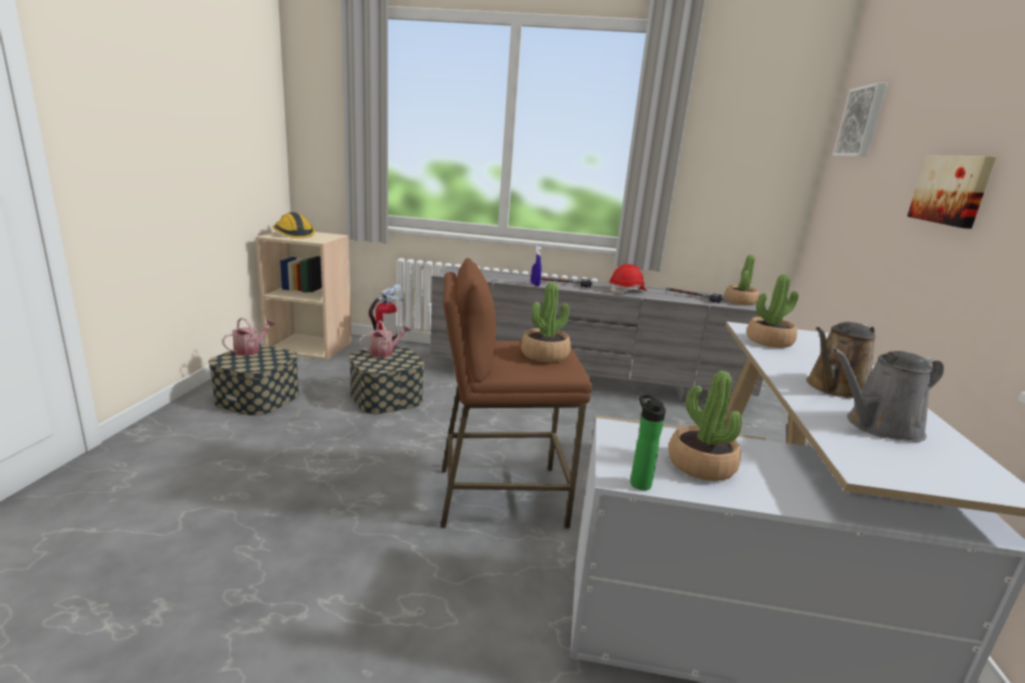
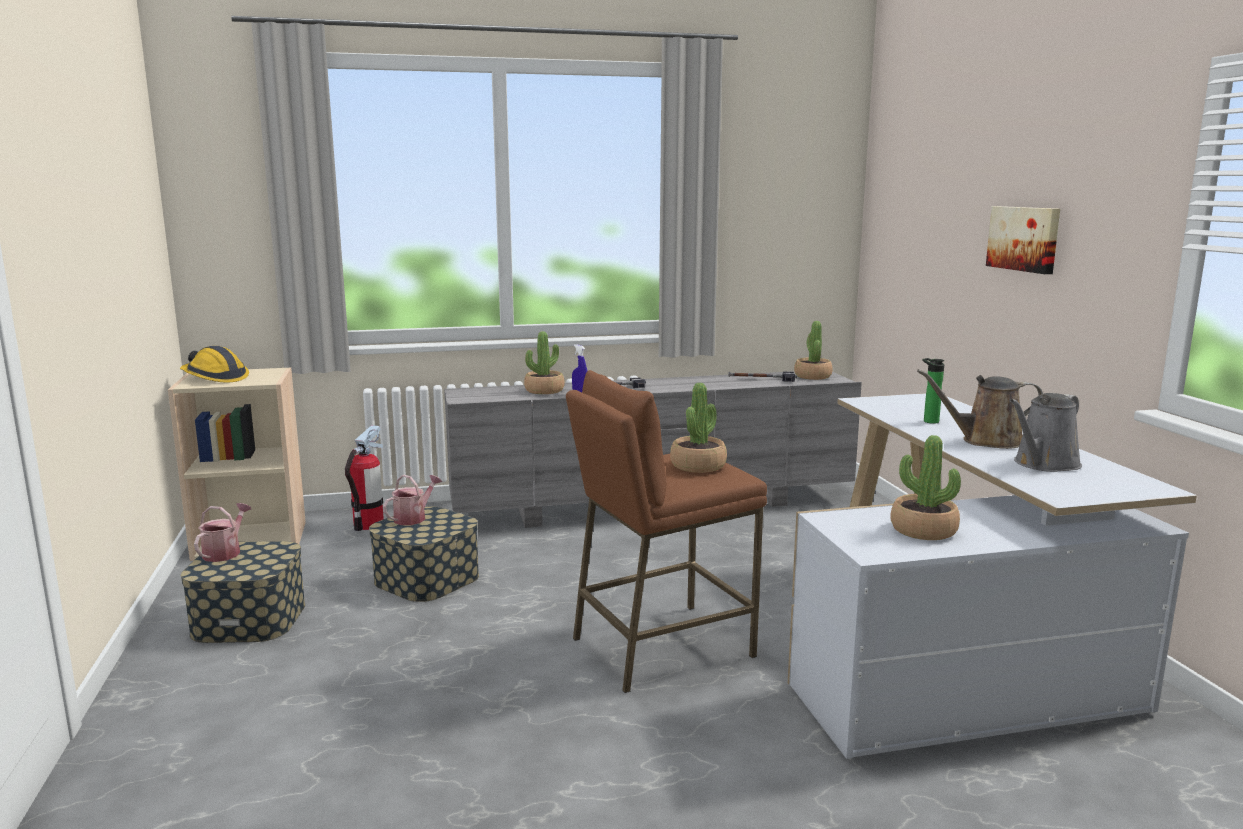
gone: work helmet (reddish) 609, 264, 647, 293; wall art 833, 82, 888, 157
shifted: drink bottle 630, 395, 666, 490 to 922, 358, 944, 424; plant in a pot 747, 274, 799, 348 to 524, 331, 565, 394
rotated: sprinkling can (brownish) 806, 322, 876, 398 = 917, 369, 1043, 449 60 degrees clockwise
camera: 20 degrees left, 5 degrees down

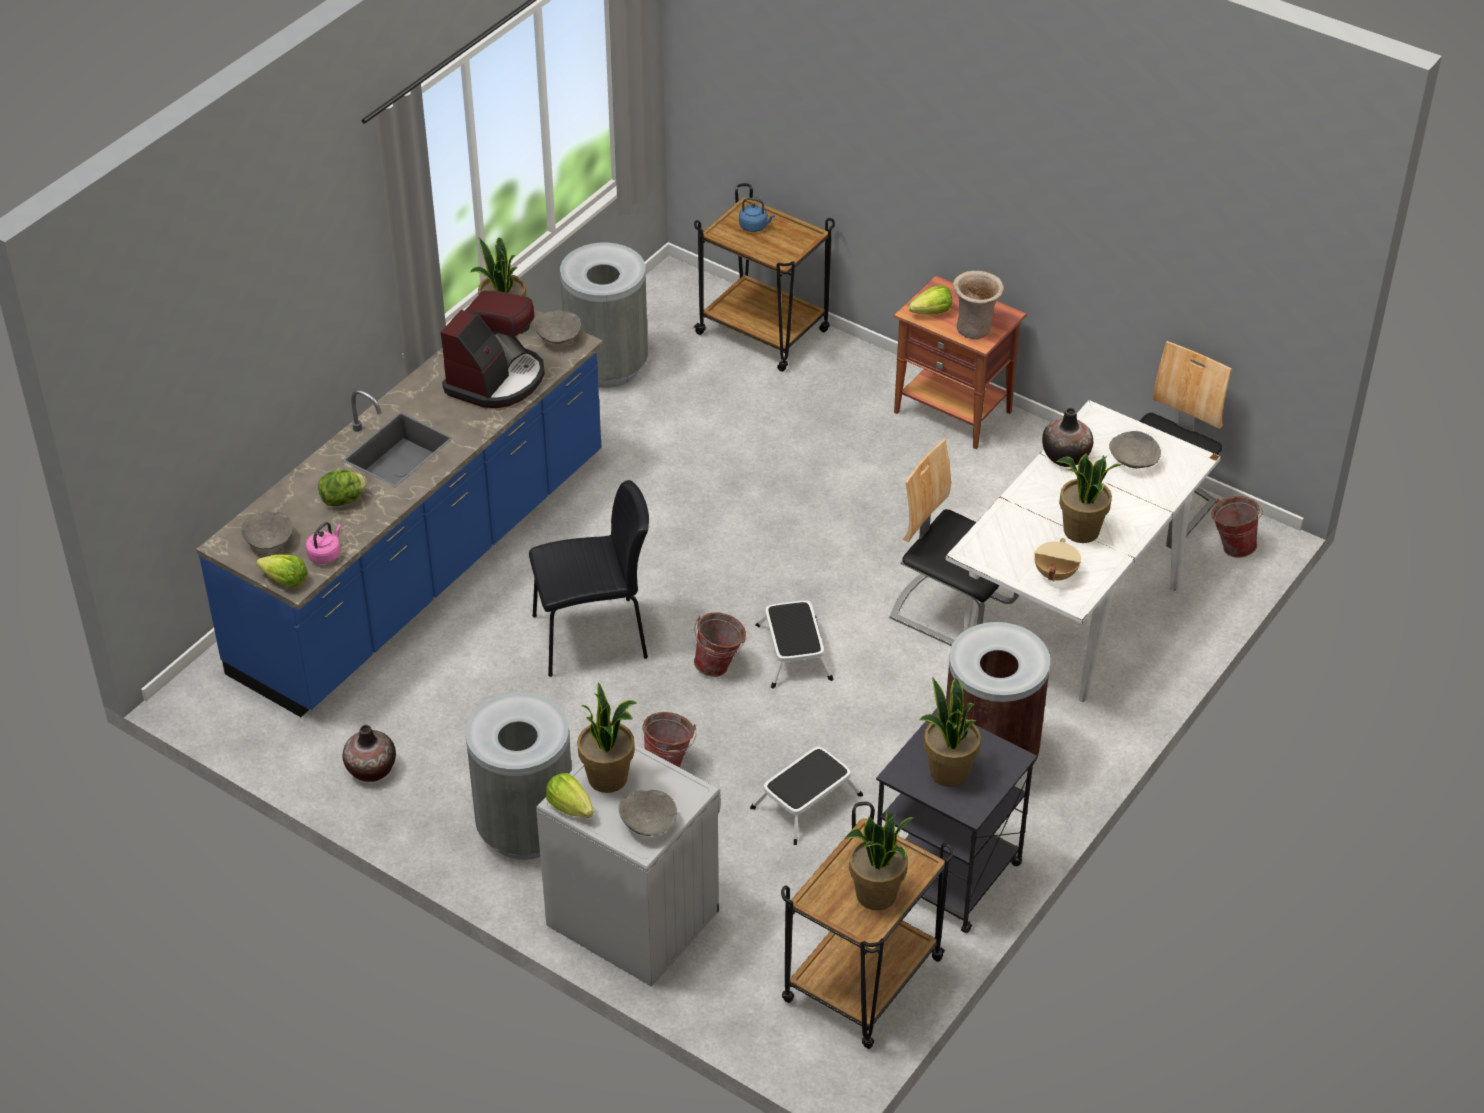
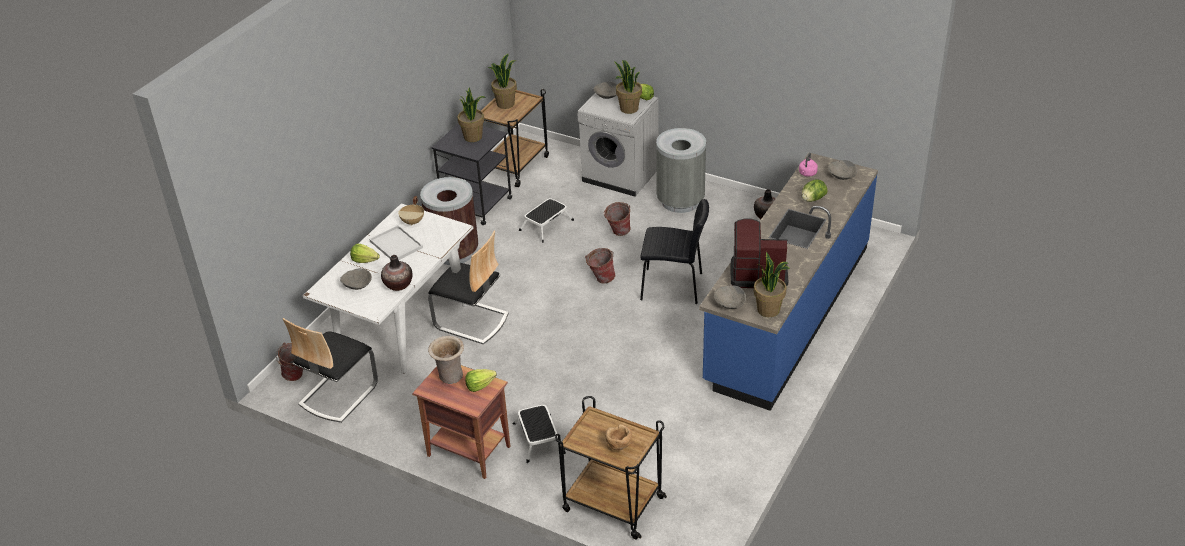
gone: trash can (grey) 560, 243, 648, 388
shifted: head of lettuce 256, 555, 307, 587 to 350, 244, 380, 263; step ladder (blackish) 755, 601, 834, 689 to 513, 405, 566, 463
swapped: tea kettle (blue-coloured) 739, 198, 775, 232 to deep dish (brownish) 605, 424, 632, 450; plant in a pot 1056, 453, 1123, 543 to tray (white-coloured) 369, 225, 423, 260
rotated: coffee maker 441, 291, 545, 408 = 731, 218, 788, 288 75 degrees clockwise; upright chair (blackish) 529, 480, 649, 677 = 640, 199, 709, 304 150 degrees counterclockwise
camera: 175 degrees right, 5 degrees down

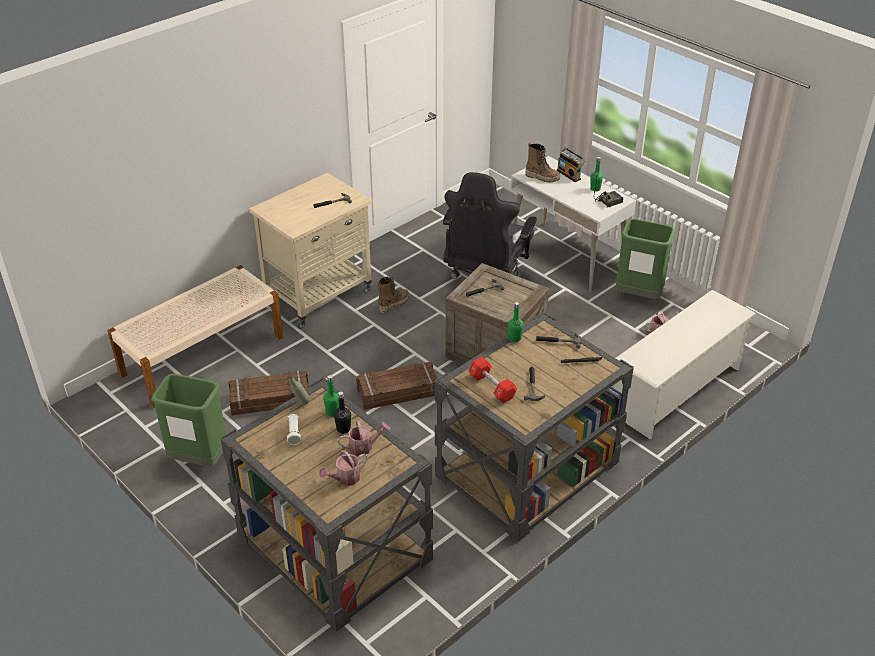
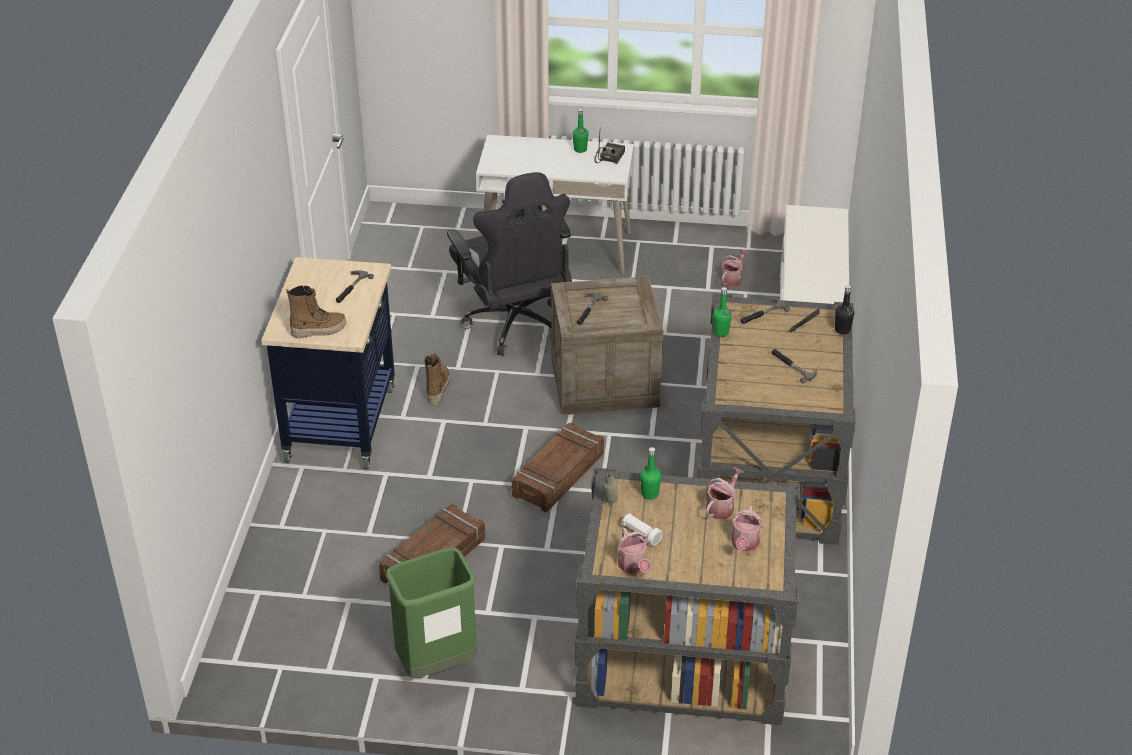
gone: indoor bench (sand-coloured) 107, 265, 283, 408; hand weight (reddish) 468, 357, 517, 403; radio receiver 557, 147, 586, 182; trash can (greenish) 616, 219, 675, 299
new: sprinkling can 617, 528, 651, 574
shifted: drink bottle (blackish) 334, 392, 351, 434 to 835, 285, 854, 334; boot 525, 142, 560, 183 to 286, 285, 346, 338
repainted: wheeled cart (sand-coloured) 249, 173, 372, 329 to wheeled cart (blue-coloured) 261, 257, 395, 470
camera: 40 degrees left, 0 degrees up

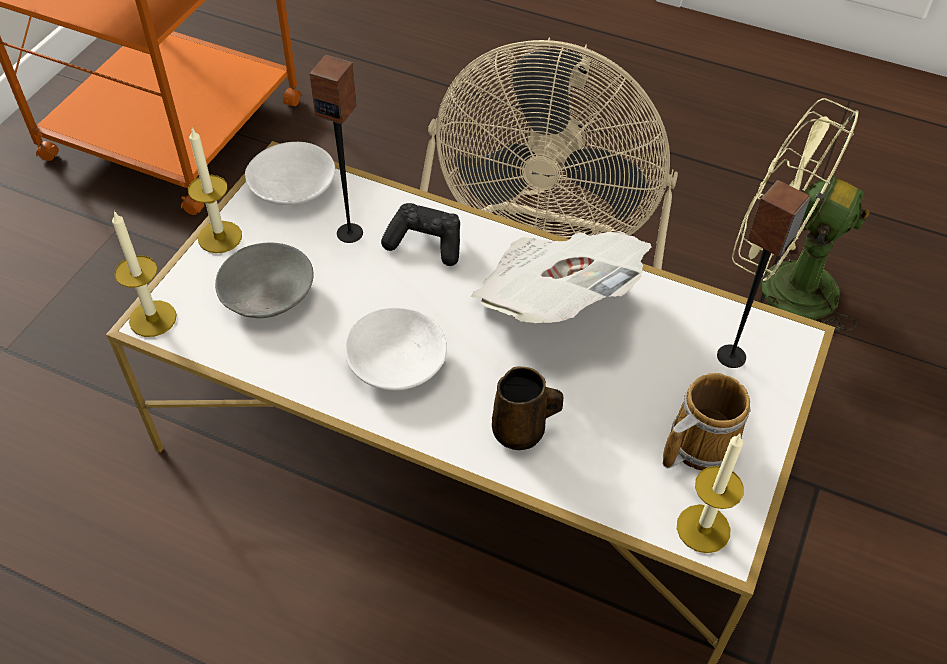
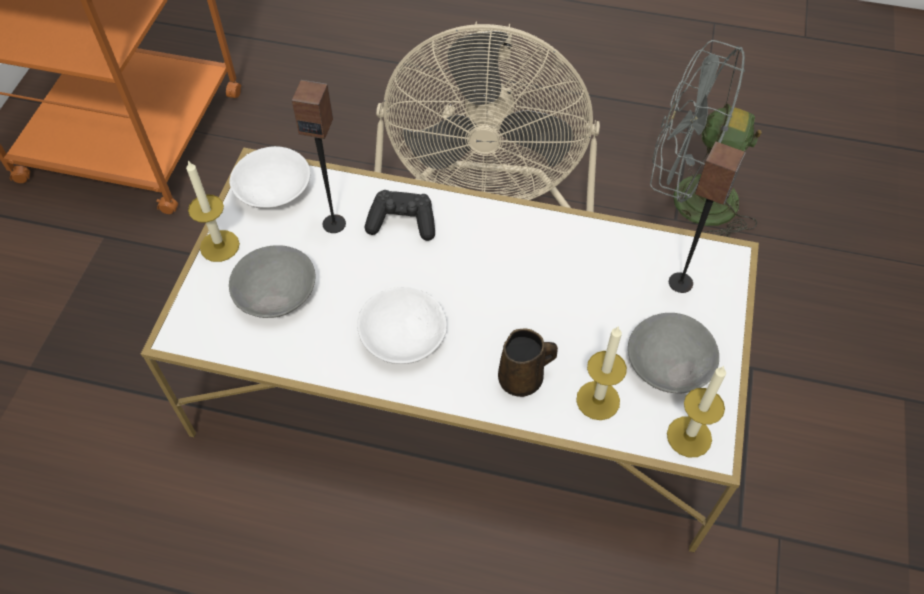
gone: newspaper 471, 231, 651, 323
shifted: candle 112, 210, 177, 337 to 576, 326, 627, 420
swapped: mug 663, 373, 751, 470 to deep dish (grey) 628, 313, 719, 394
repainted: electric fan (greenish) 732, 98, 870, 331 to electric fan (grey) 650, 40, 762, 237
camera: 10 degrees left, 5 degrees up

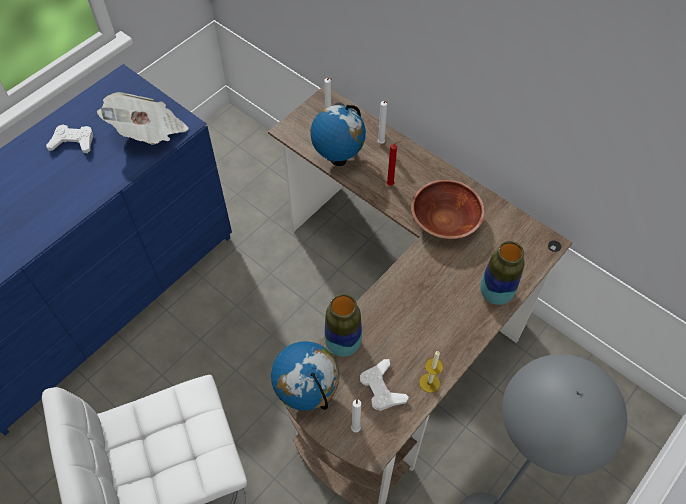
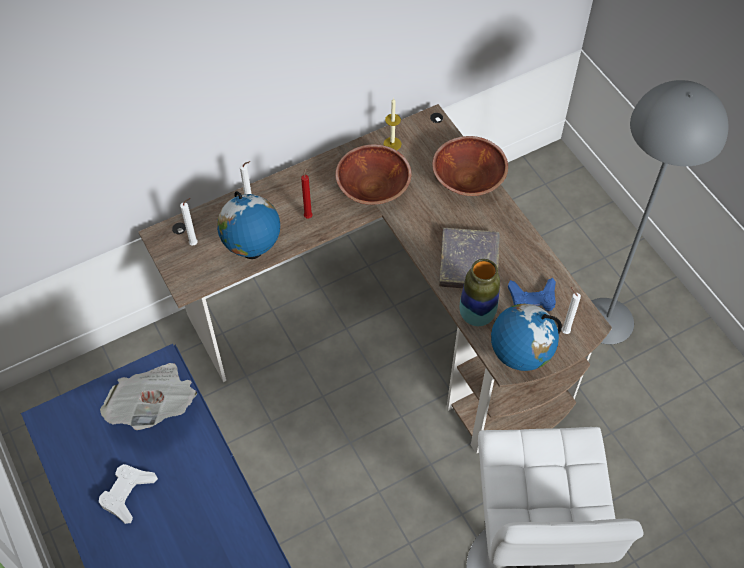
new: volume (grey) 439, 228, 500, 288
shifted: candle 420, 351, 443, 393 to 383, 98, 401, 150
swapped: vase 480, 241, 525, 305 to deep dish (brownish) 432, 136, 508, 196
repainted: joypad (white-coloured) 360, 359, 409, 411 to joypad (blue-coloured) 508, 278, 556, 311
camera: 70 degrees left, 0 degrees up

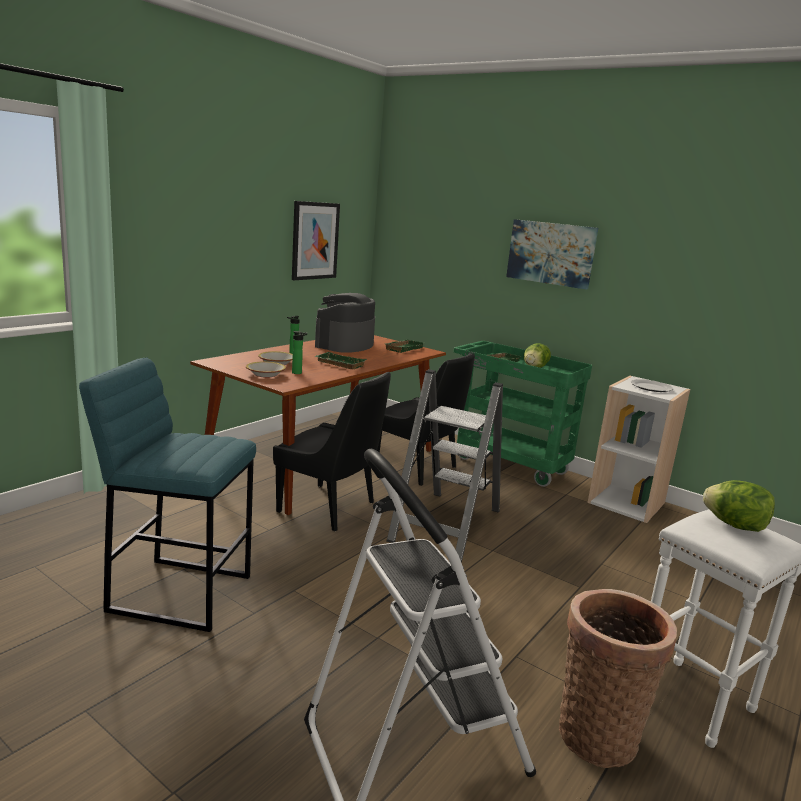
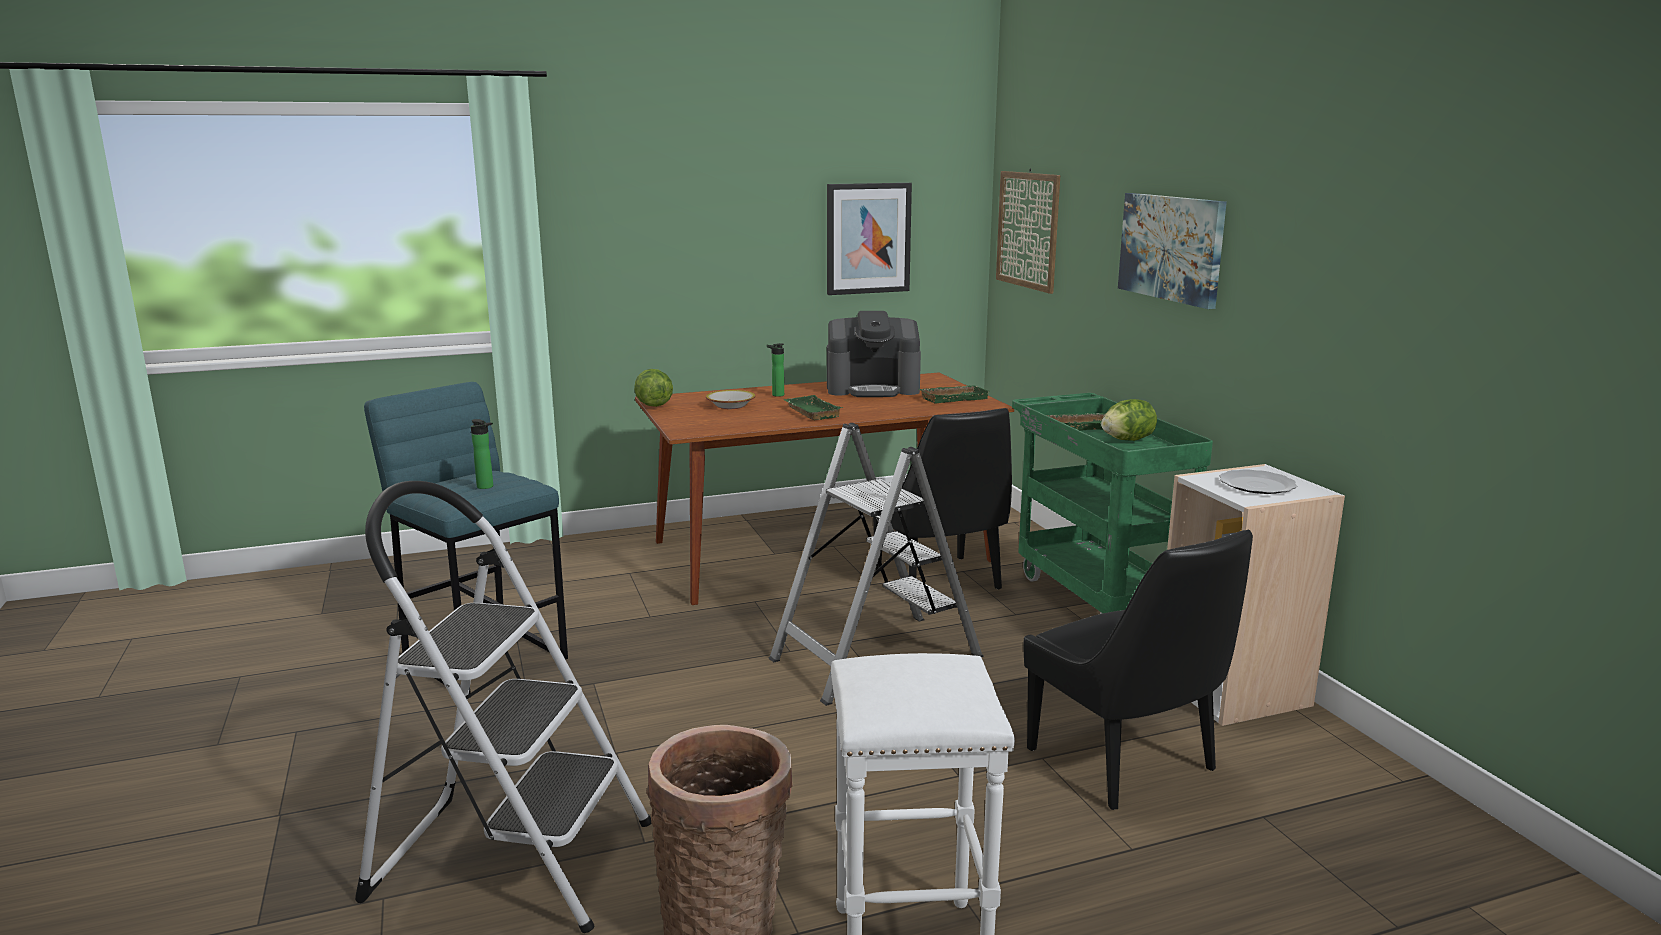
gone: deep dish 246, 361, 286, 378
new: wall art 996, 169, 1060, 294
shifted: upright chair (blackish) 273, 372, 391, 531 to 1024, 529, 1253, 810; drink bottle 292, 331, 307, 374 to 471, 419, 493, 489; head of lettuce 703, 480, 775, 532 to 634, 369, 673, 407
rotated: coffee maker 315, 293, 375, 353 = 827, 311, 921, 397 150 degrees counterclockwise
camera: 35 degrees right, 0 degrees up

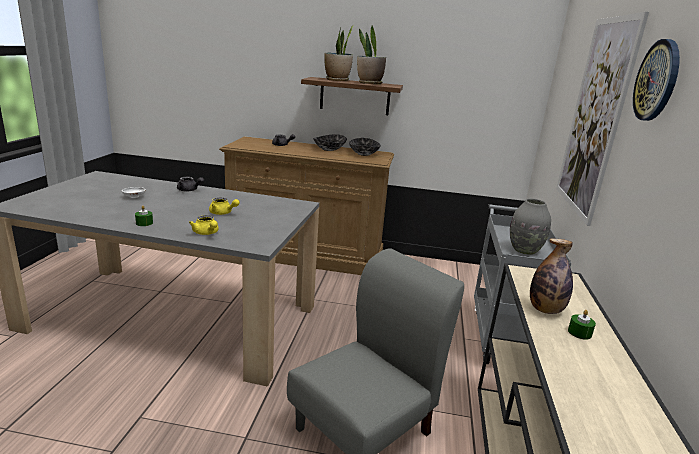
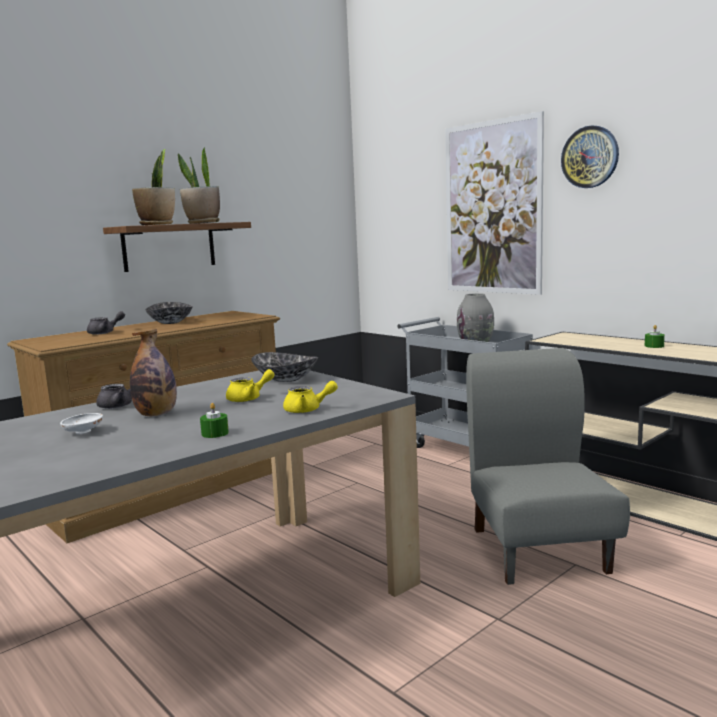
shifted: deep dish 349, 138, 381, 156 to 251, 352, 319, 382; drink bottle 530, 238, 573, 314 to 130, 329, 177, 416
camera: 50 degrees left, 10 degrees down

